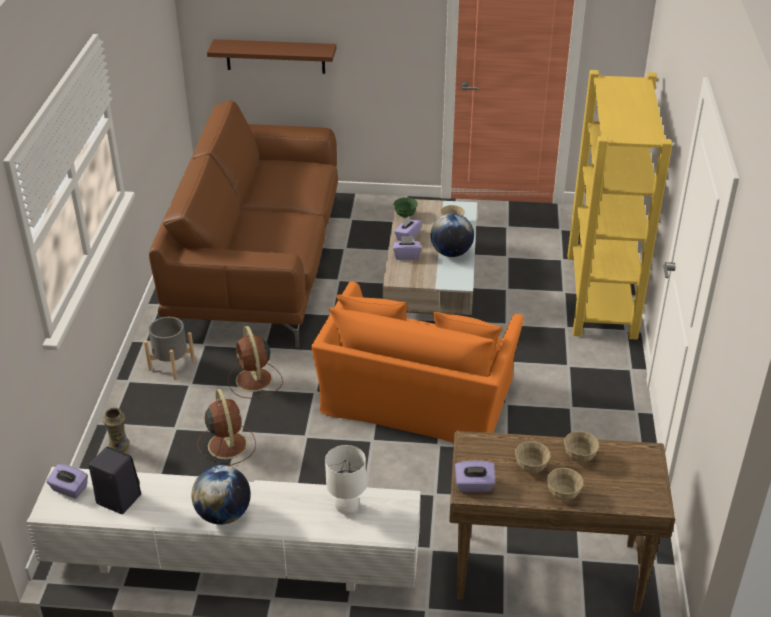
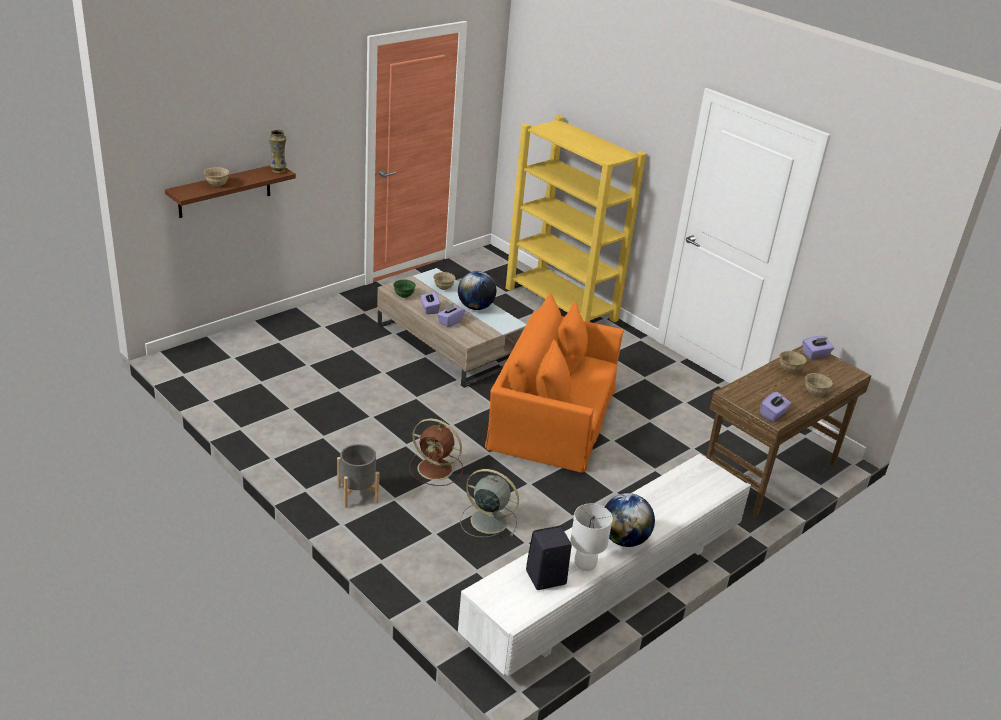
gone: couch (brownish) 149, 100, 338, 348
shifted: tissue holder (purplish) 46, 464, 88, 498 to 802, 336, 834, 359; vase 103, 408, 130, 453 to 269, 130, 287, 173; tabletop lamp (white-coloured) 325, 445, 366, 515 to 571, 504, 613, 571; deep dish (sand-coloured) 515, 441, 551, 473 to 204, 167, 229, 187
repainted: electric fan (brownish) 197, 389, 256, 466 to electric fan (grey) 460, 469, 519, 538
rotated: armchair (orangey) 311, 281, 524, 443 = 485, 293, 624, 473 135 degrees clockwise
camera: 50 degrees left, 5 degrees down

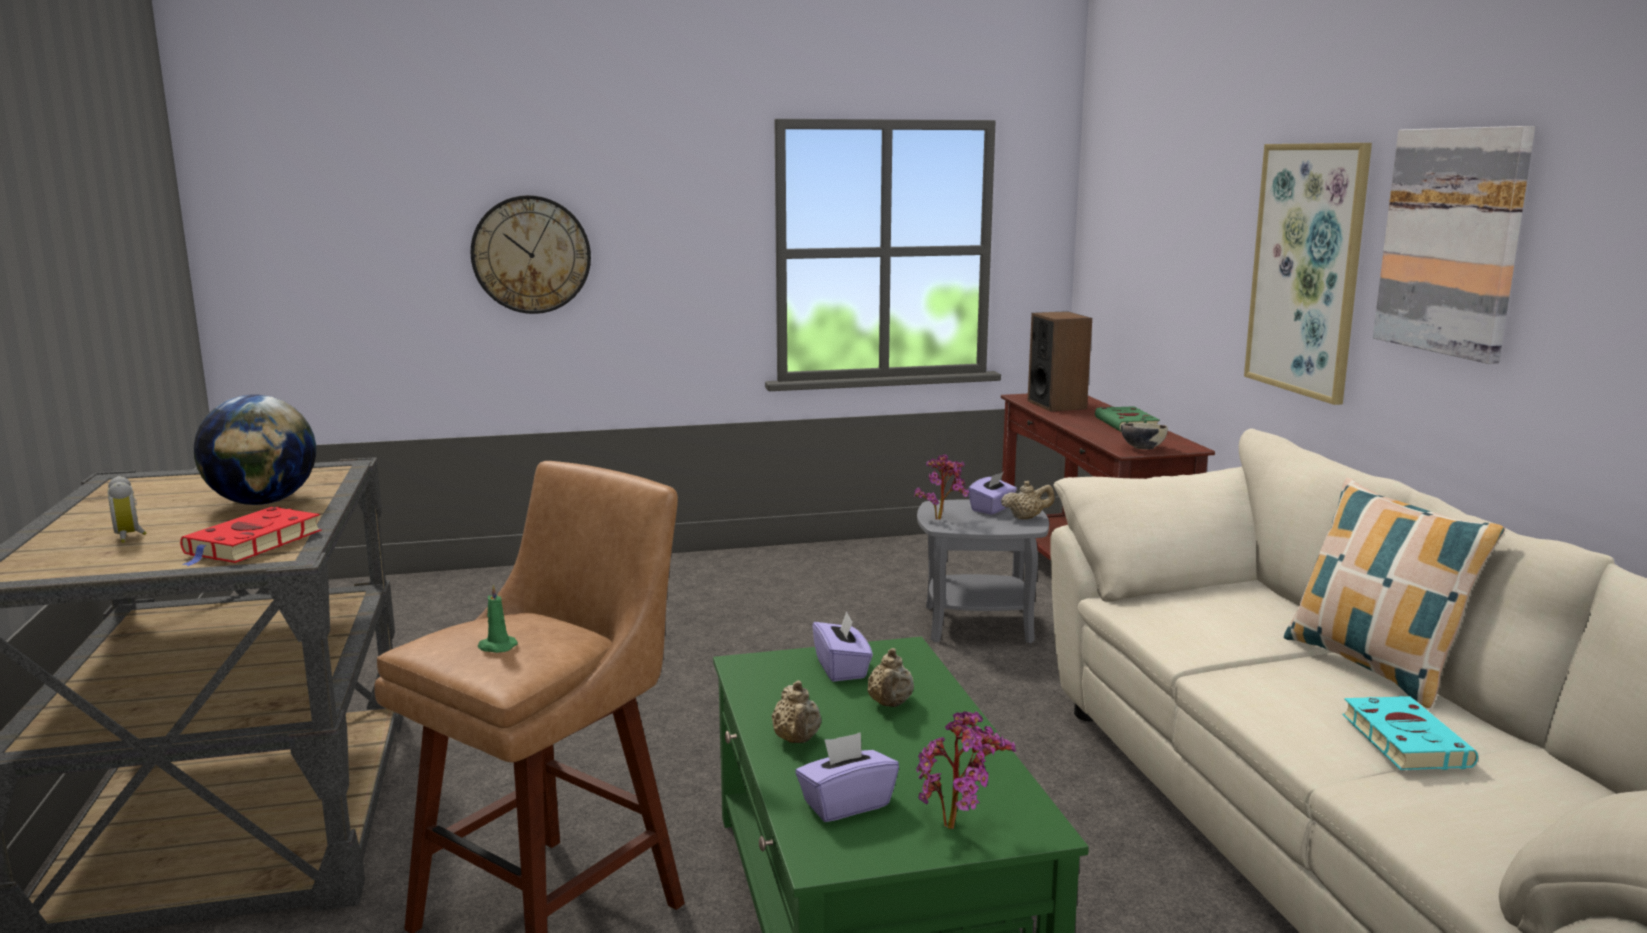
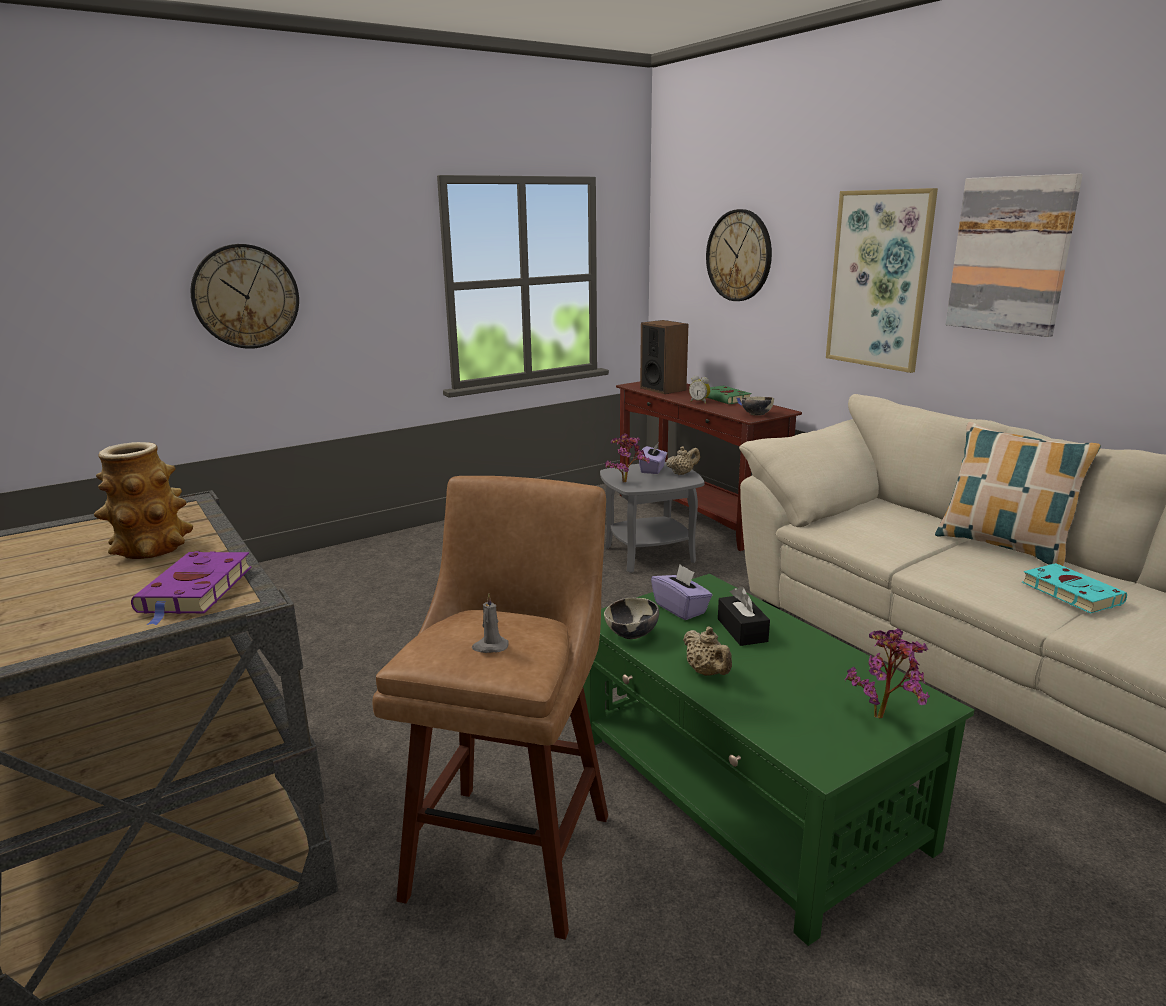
gone: tissue holder (purplish) 795, 732, 899, 822
new: deep dish 604, 597, 659, 639; hanging clock 706, 209, 772, 301
shifted: alarm clock 108, 476, 147, 543 to 689, 376, 711, 404
swapped: desk globe 194, 394, 316, 505 to vase 94, 442, 193, 559; pot for tea (sand-coloured) 867, 648, 914, 707 to tissue holder (blackish) 718, 586, 770, 646
repainted: volume (reddish) 180, 507, 321, 566 to volume (purplish) 131, 551, 251, 625; candle (greenish) 478, 584, 518, 653 to candle (grey) 472, 593, 509, 653
camera: 20 degrees left, 5 degrees up

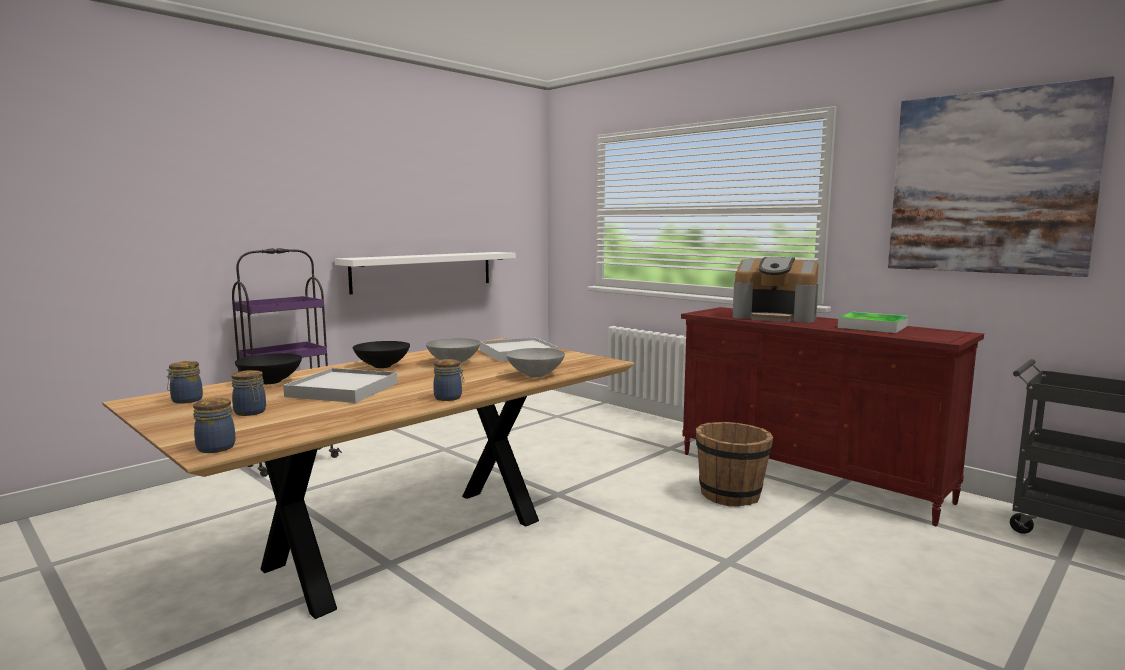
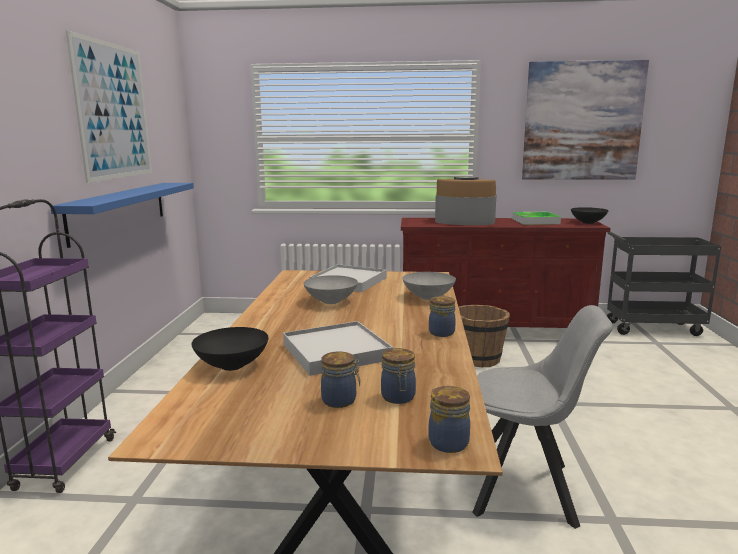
new: wall art 66, 30, 152, 183; upright chair (grey) 472, 305, 613, 529
shifted: storage jar 166, 361, 203, 404 to 381, 348, 416, 404; deep dish (blackish) 353, 341, 410, 368 to 571, 207, 608, 224
repainted: shelf (white-coloured) 335, 252, 516, 294 to shelf (blue-coloured) 50, 183, 194, 248
rotated: coffee maker 733, 257, 819, 323 = 435, 177, 497, 225 150 degrees counterclockwise
camera: 40 degrees left, 5 degrees up

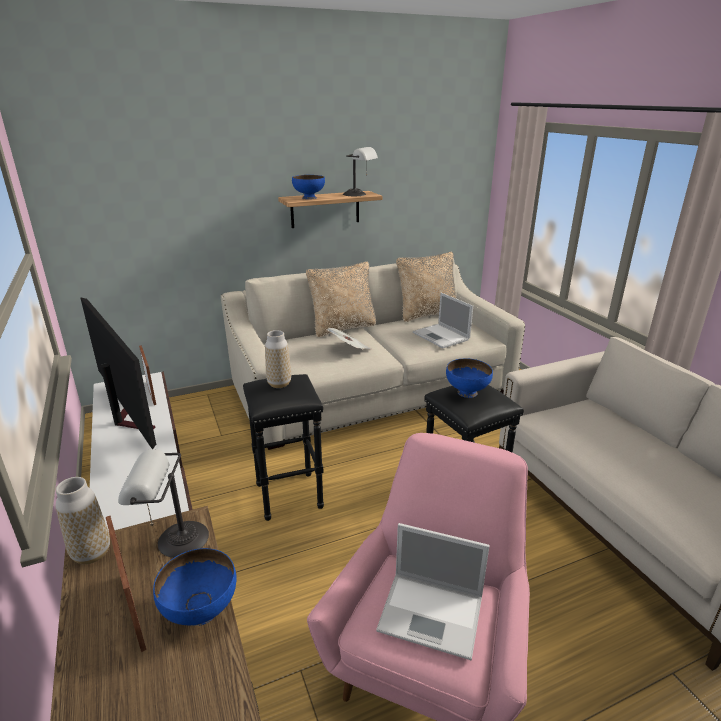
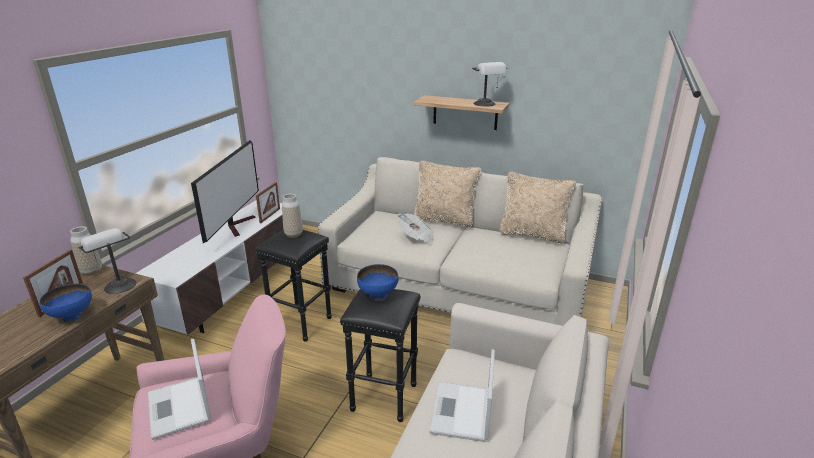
gone: deep dish (blue-coloured) 292, 175, 325, 199
shifted: portable computer 413, 293, 473, 348 to 429, 349, 495, 442
camera: 45 degrees right, 0 degrees up

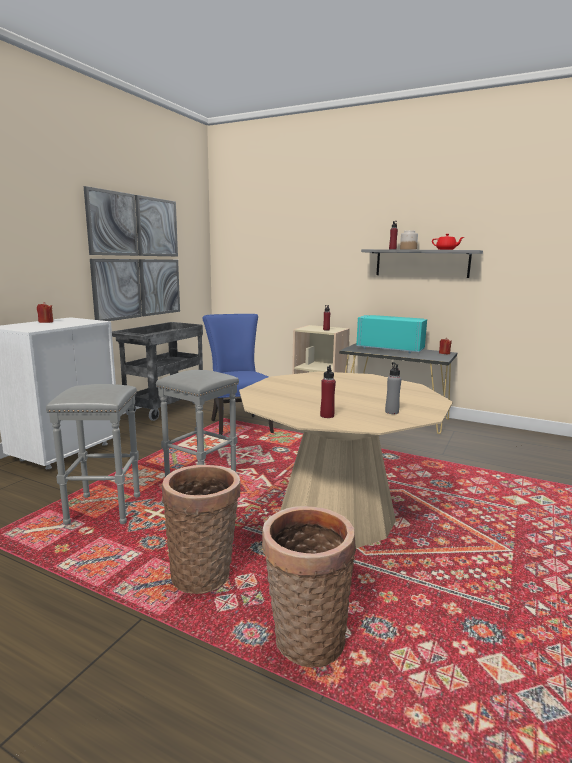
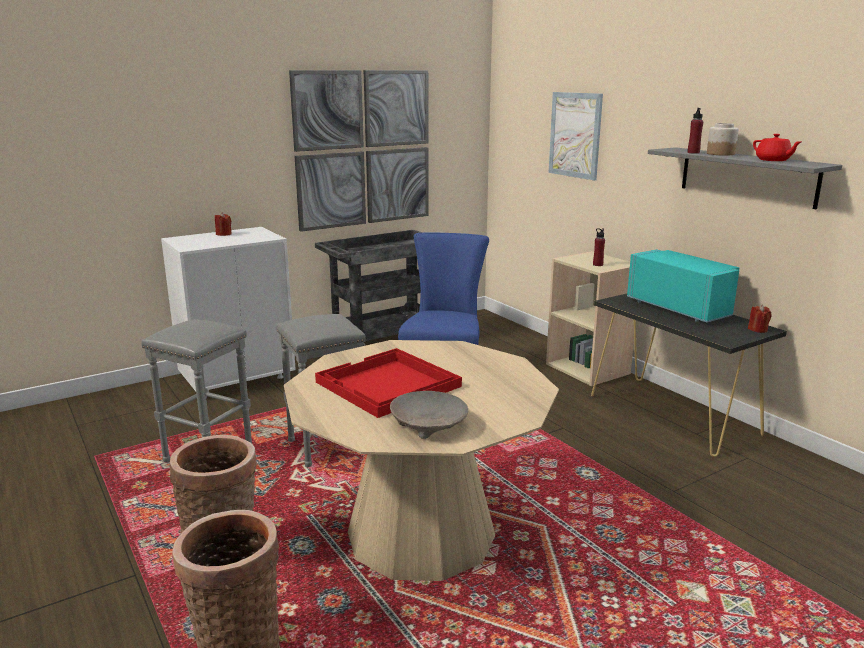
gone: drink bottle (reddish) 320, 365, 336, 418
new: tray (reddish) 315, 348, 462, 418; wall art 549, 92, 603, 180
swapped: drink bottle (grey) 385, 362, 401, 414 to deep dish (sand-coloured) 390, 391, 468, 439
camera: 30 degrees right, 5 degrees up

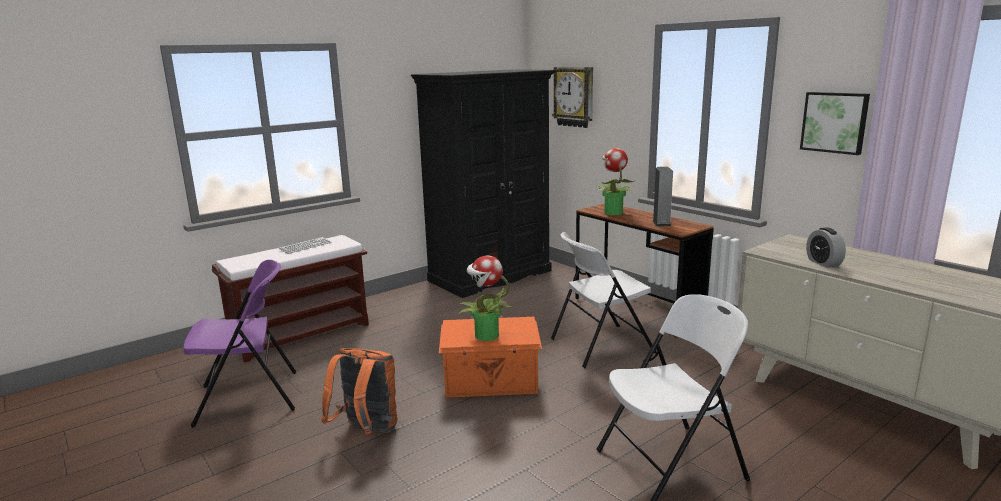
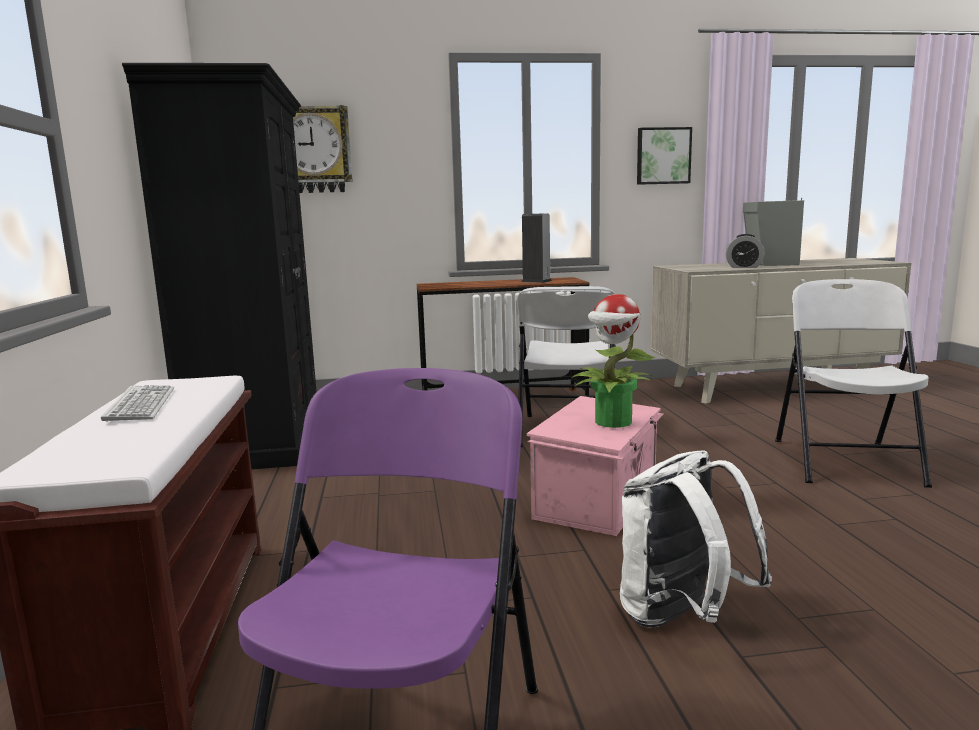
gone: plant in a pot 596, 148, 634, 215
new: speaker (grey) 743, 198, 804, 266
repainted: backpack (orangey) 321, 348, 398, 434 to backpack (white-coloured) 620, 450, 772, 628; storage container (orangey) 439, 317, 542, 398 to storage container (pink-coloured) 526, 396, 664, 536
camera: 60 degrees left, 5 degrees down

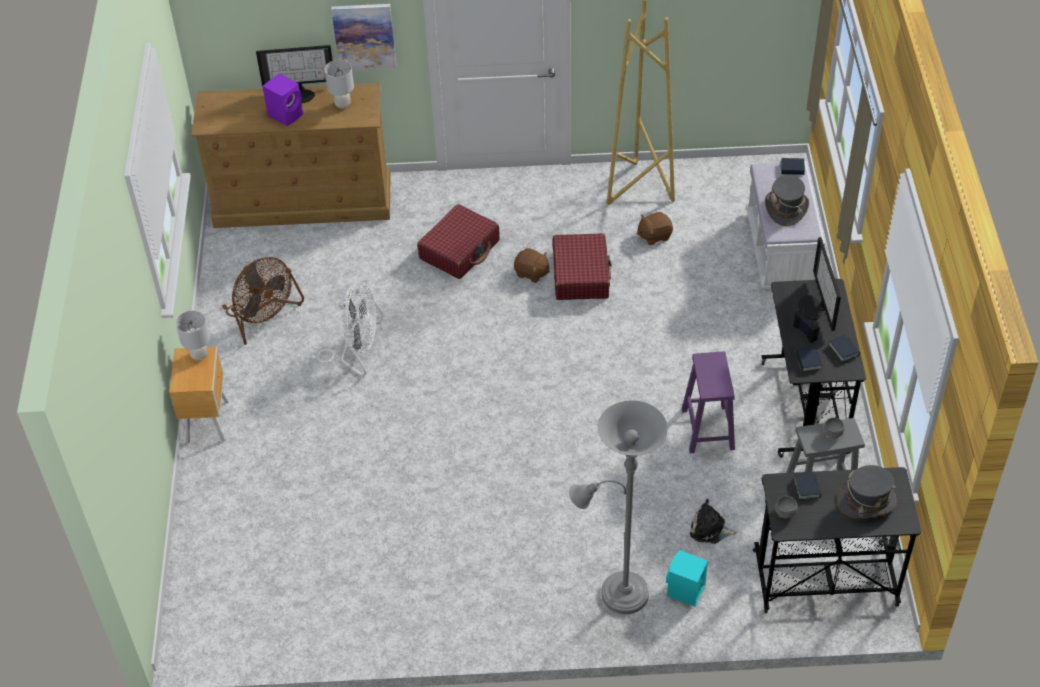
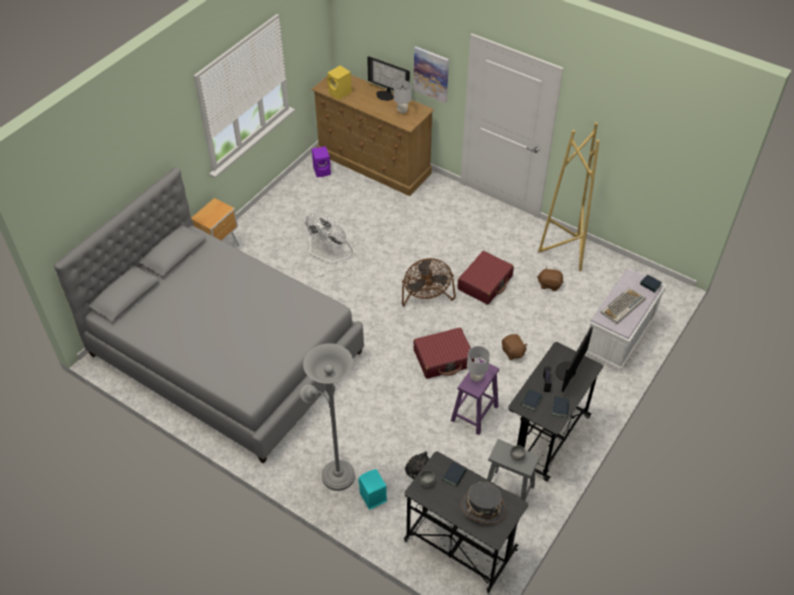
new: bedroom bed (grey) 54, 167, 364, 464; speaker (yellow-coloured) 327, 65, 352, 100
shifted: tabletop lamp (grey) 176, 310, 210, 360 to 467, 346, 490, 382; electric fan (brownish) 222, 257, 304, 345 to 402, 258, 456, 307; speaker (purplish) 262, 74, 303, 126 to 312, 146, 331, 177; suitcase (reddish) 417, 204, 500, 279 to 413, 327, 475, 379; plush toy (brownish) 514, 248, 550, 283 to 502, 334, 528, 360
swapped: hat (grey) 765, 175, 809, 226 to PC keyboard 600, 287, 646, 324
rotated: electric fan (white-coloured) 311, 282, 383, 378 = 304, 212, 353, 277 105 degrees counterclockwise
camera: 35 degrees right, 0 degrees up

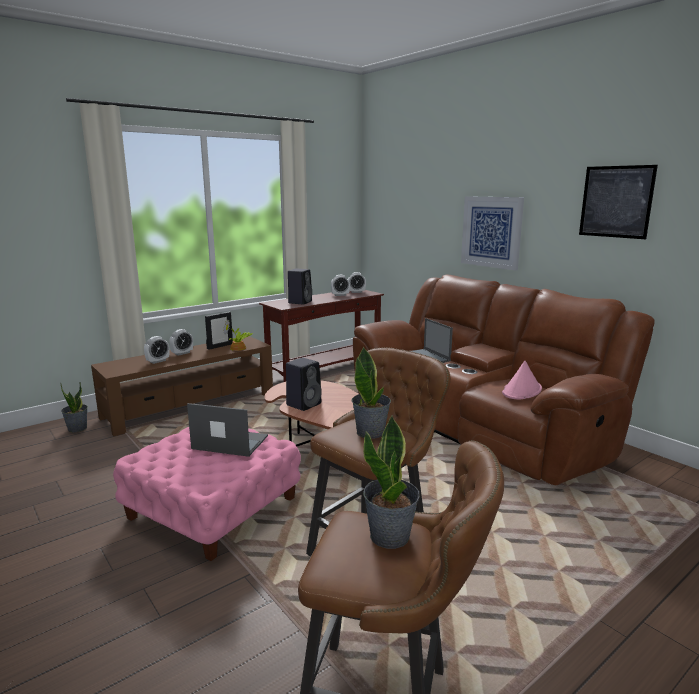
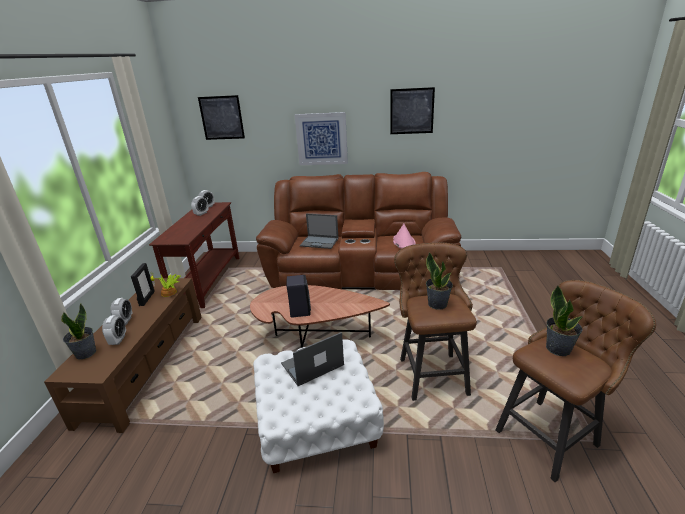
gone: speaker (blackish) 288, 269, 312, 305
new: wall art 198, 95, 245, 140
shifted: plant in a pot 60, 381, 88, 432 to 61, 304, 96, 359
repainted: footrest (pink-coloured) 113, 427, 301, 561 to footrest (white-coloured) 253, 339, 384, 473
camera: 45 degrees left, 10 degrees up

